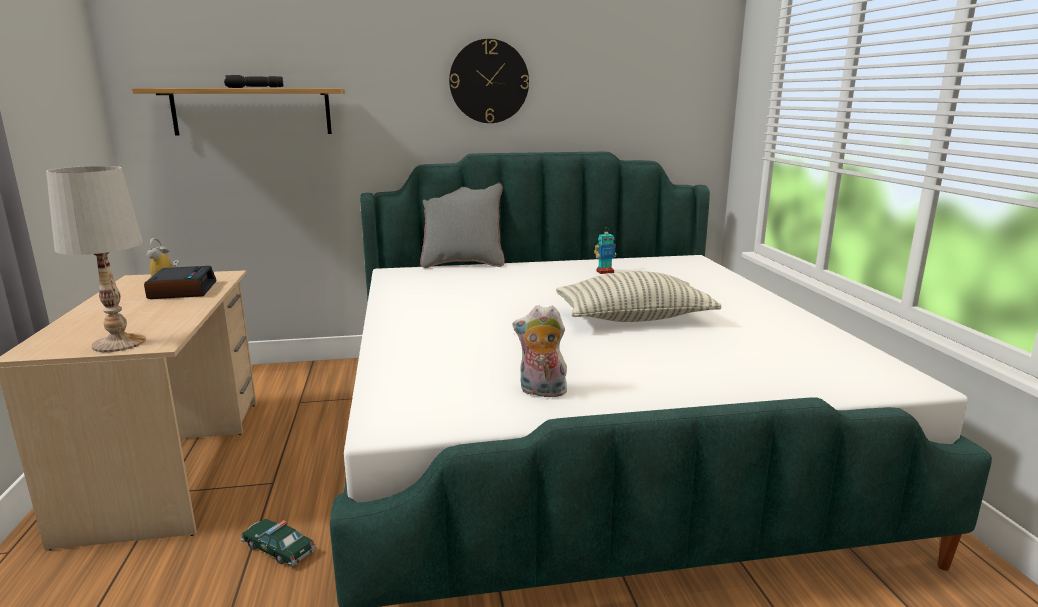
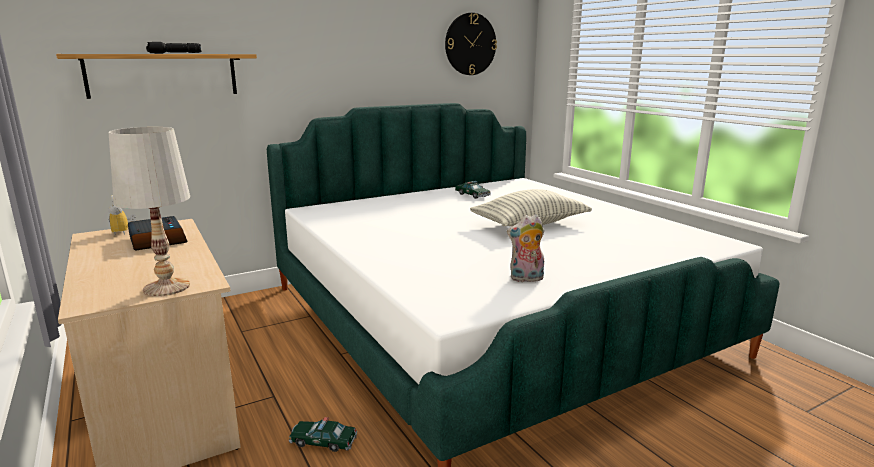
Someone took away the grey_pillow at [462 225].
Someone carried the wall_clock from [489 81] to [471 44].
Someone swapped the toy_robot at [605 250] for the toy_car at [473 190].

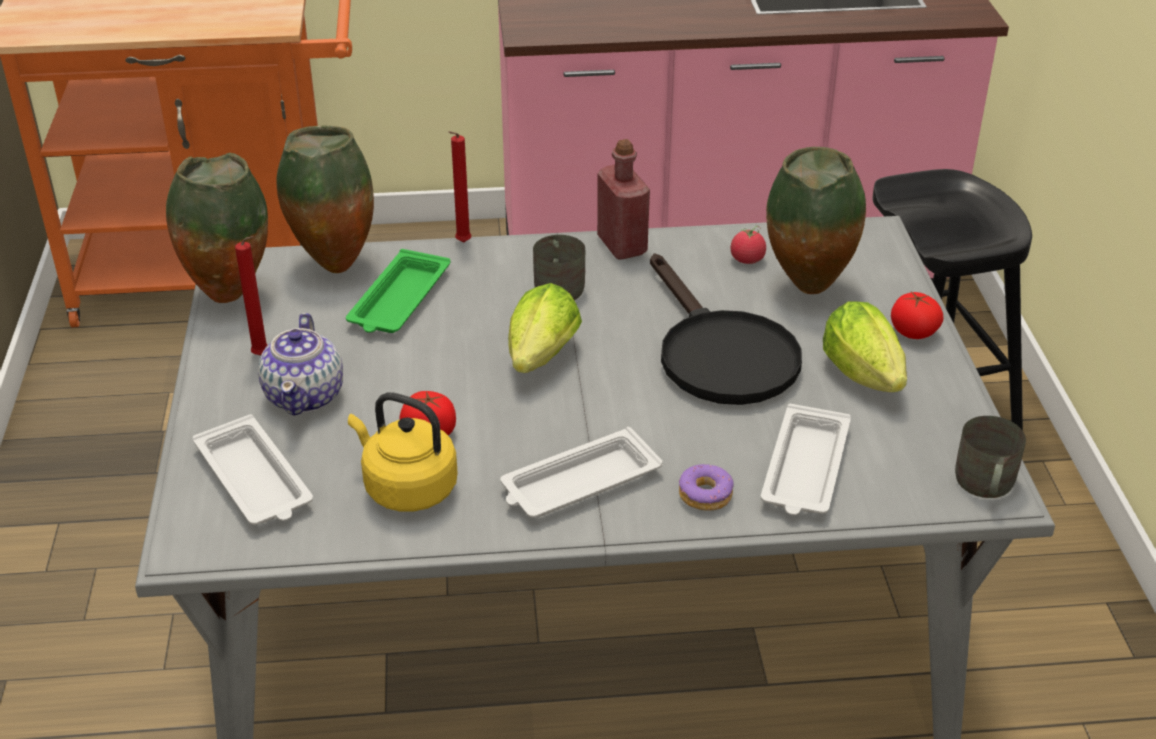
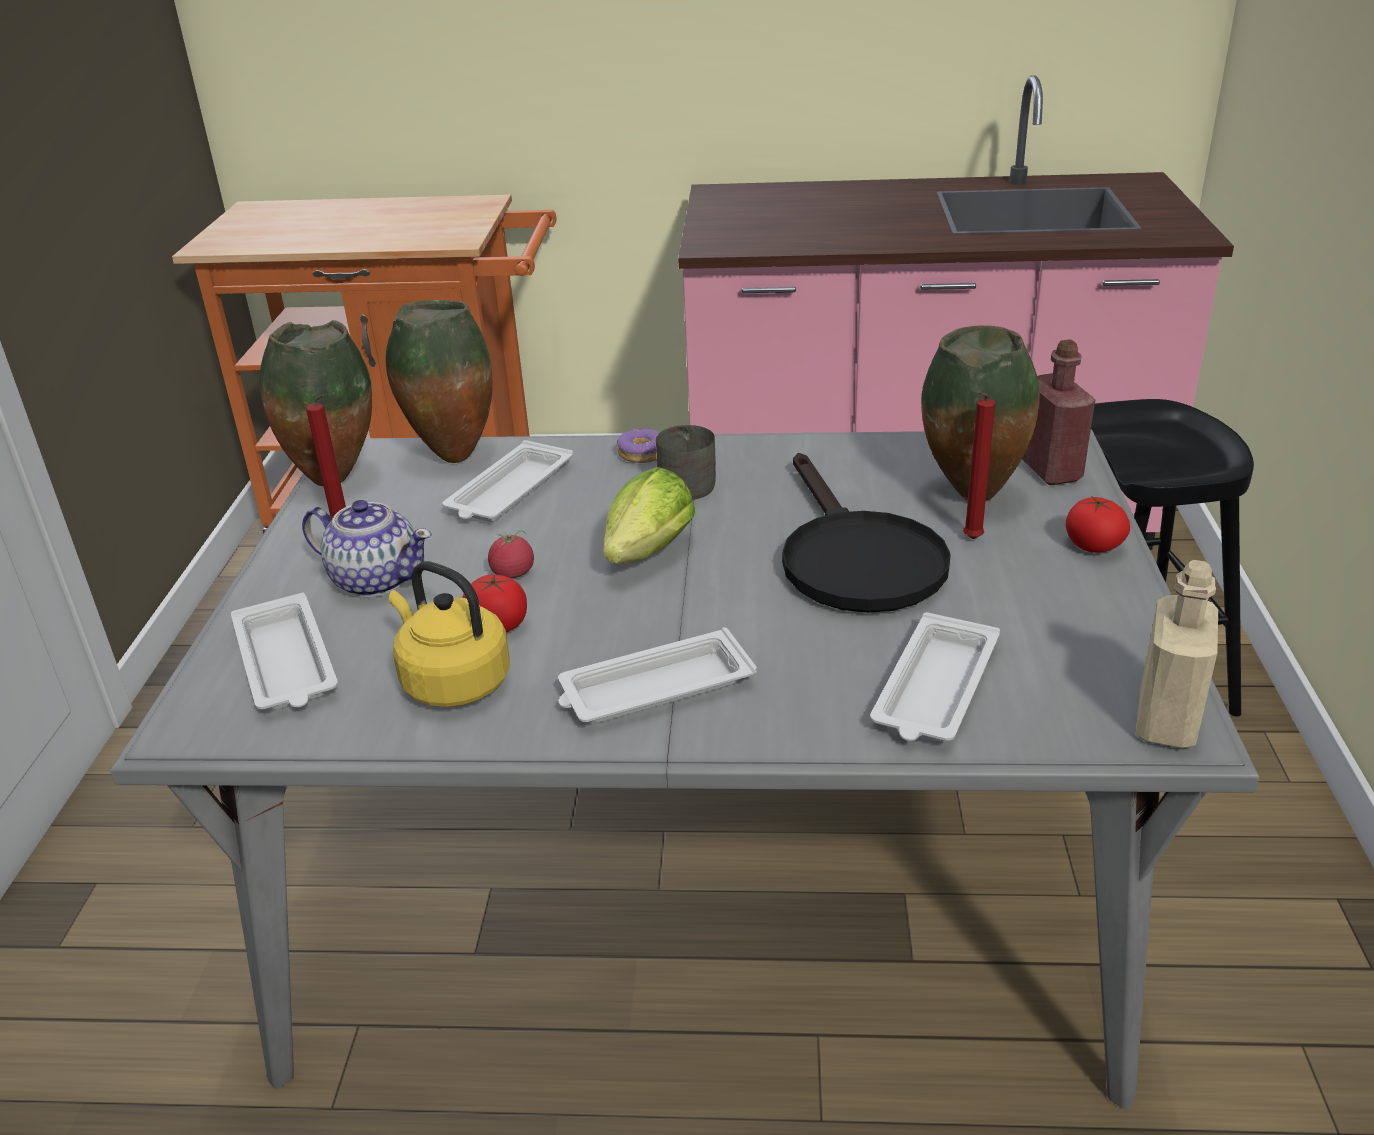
Someone took away the lettuce at [865 347].
Someone carried the red_candle from [459 186] to [979 465].
Someone carried the red_bottle from [623 199] to [1058 412].
Someone carried the donut from [706 487] to [638 445].
Someone carried the tomato from [748 245] to [511 554].
Someone swapped the grey_mug at [990 457] for the beige_bottle at [1177 654].
Someone repainted the green_tray at [398 291], which became the white_tray at [507 481].
Someone rotated the teapot at [300 364] by 75 degrees counterclockwise.

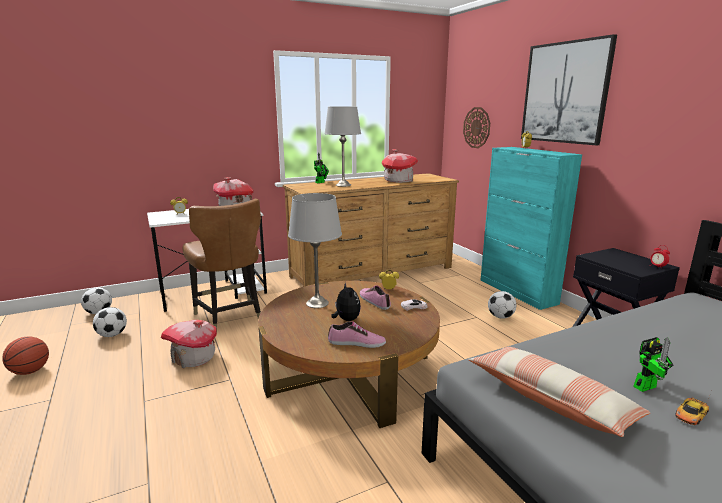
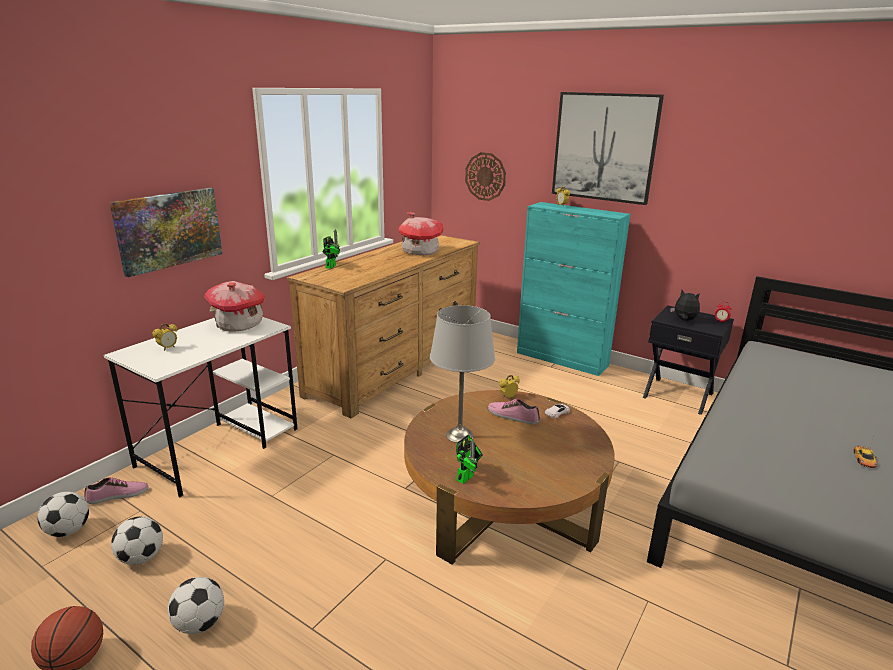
Someone took away the toy_house at [189 344].
Someone took away the brown_chair at [222 264].
Someone took away the grey_table_lamp at [342 147].
Someone took away the pillow at [560 392].
Someone put up the picture at [165 232].
Someone carried the shoe from [357 334] to [117 490].
Someone carried the plush_toy from [346 301] to [685 305].
Someone carried the football from [502 305] to [196 605].
Someone carried the toy_robot from [653 364] to [469 459].

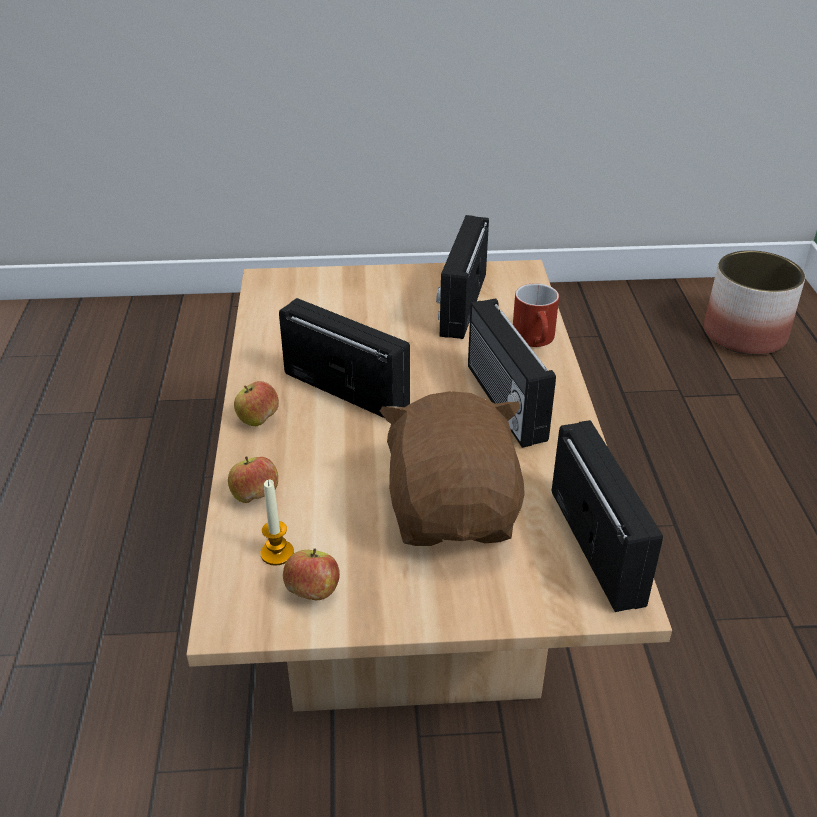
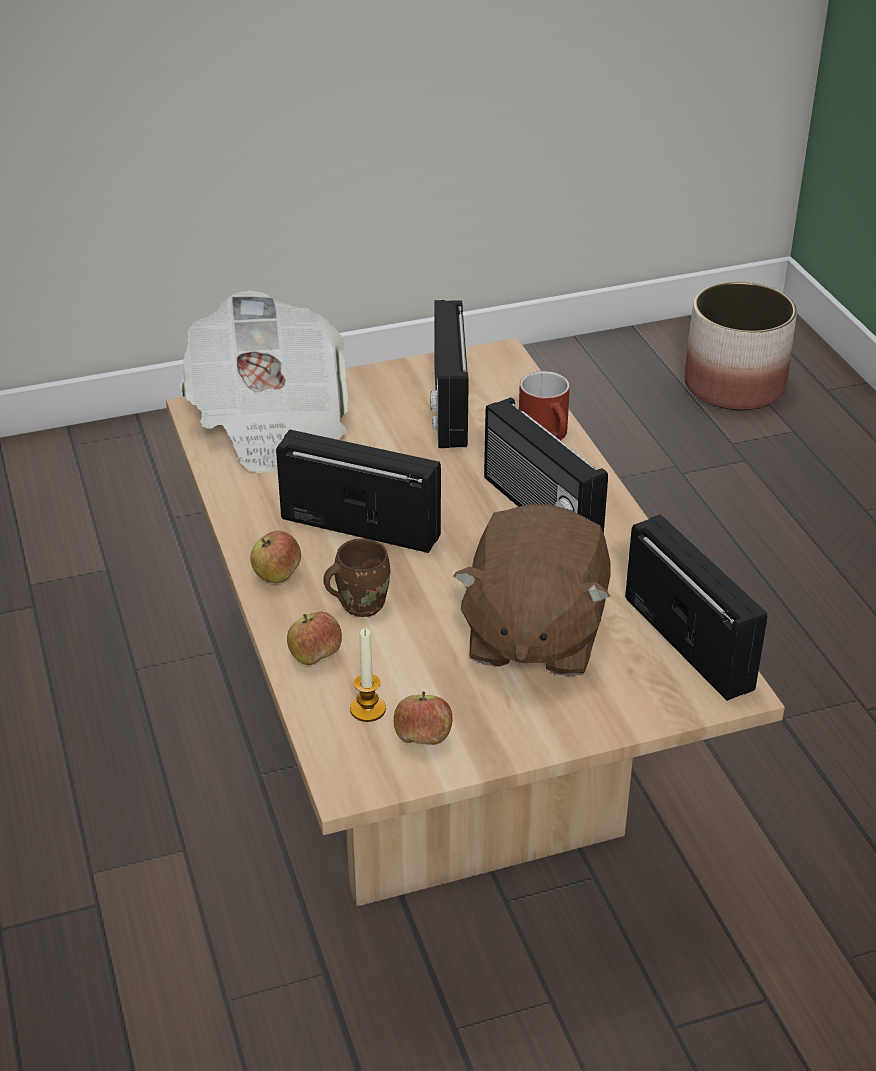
Someone put down the newspaper at [264 382].
Someone put down the brown_mug at [356 577].
Someone rotated the brown_plush_toy at [452 468] by 150 degrees counterclockwise.

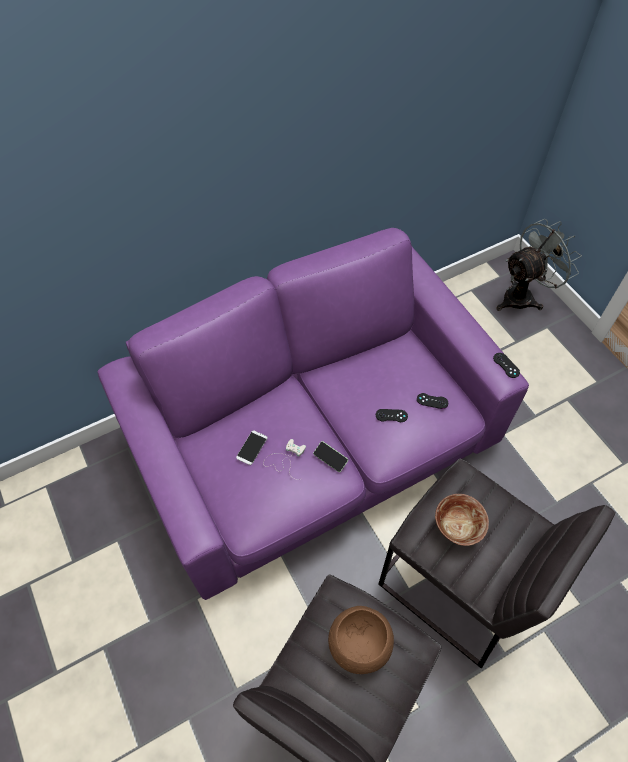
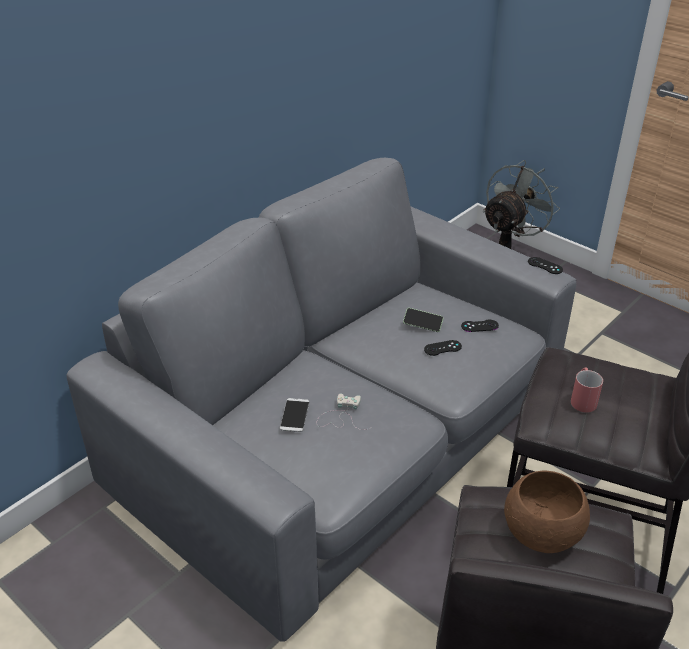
Someone carried the phone from [330 456] to [423 320].
Someone swapped the bowl at [462 520] for the red_mug at [587 390].
Someone repainted the purple_sofa at [313 414], which became the grey_sofa at [321 400].

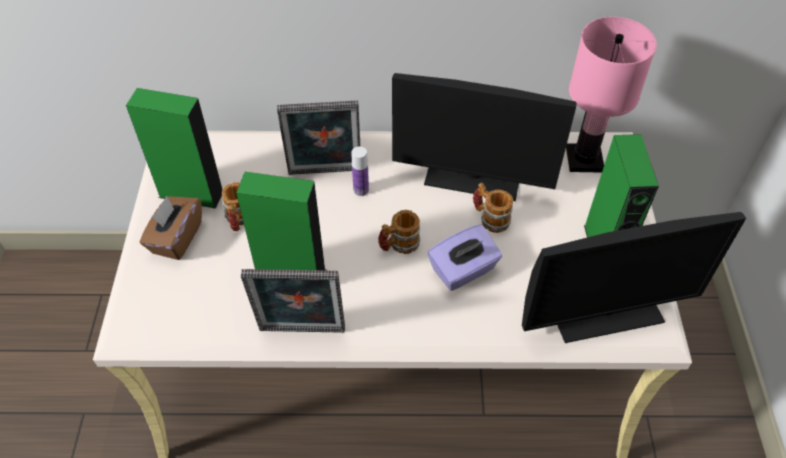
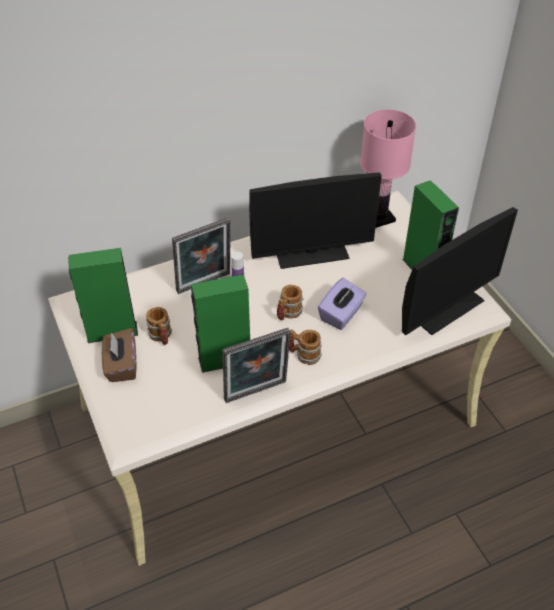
Someone carried the mug from [493 208] to [305 347].

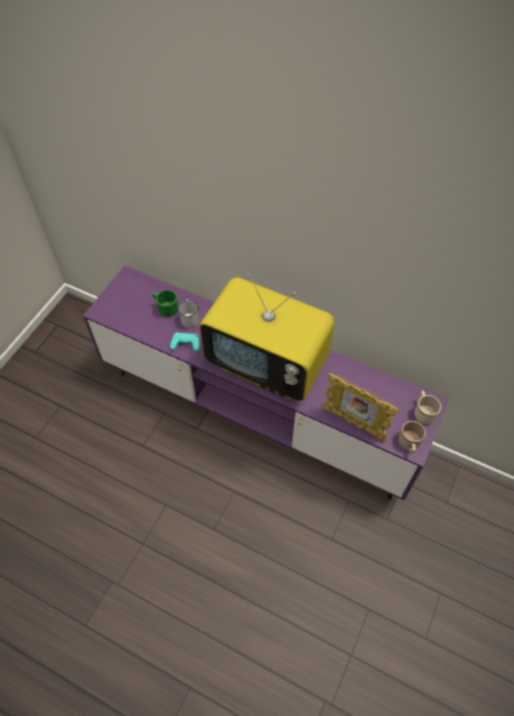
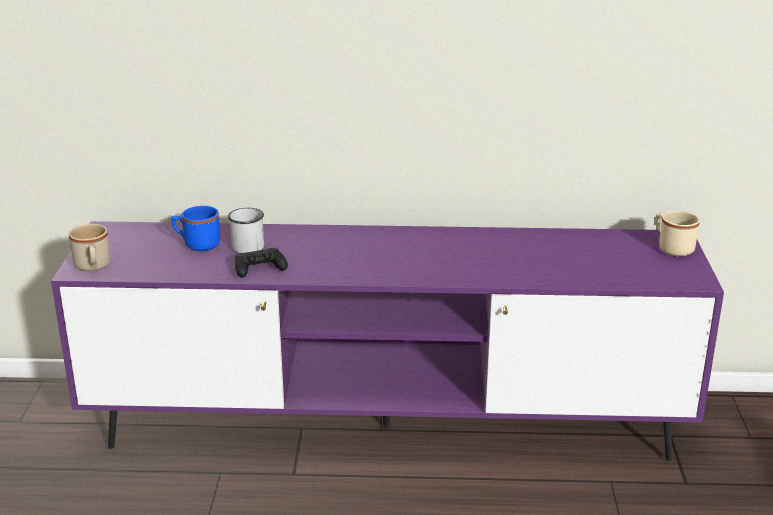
Someone took away the television at [267 337].
Someone took away the picture_frame at [360 407].
Someone carried the beige_mug from [412 437] to [89 247].
Someone repainted the green_mug at [165 303], which became the blue_mug at [196 228].
Someone repainted the turquoise_game_controller at [185 341], which became the black_game_controller at [261 262].

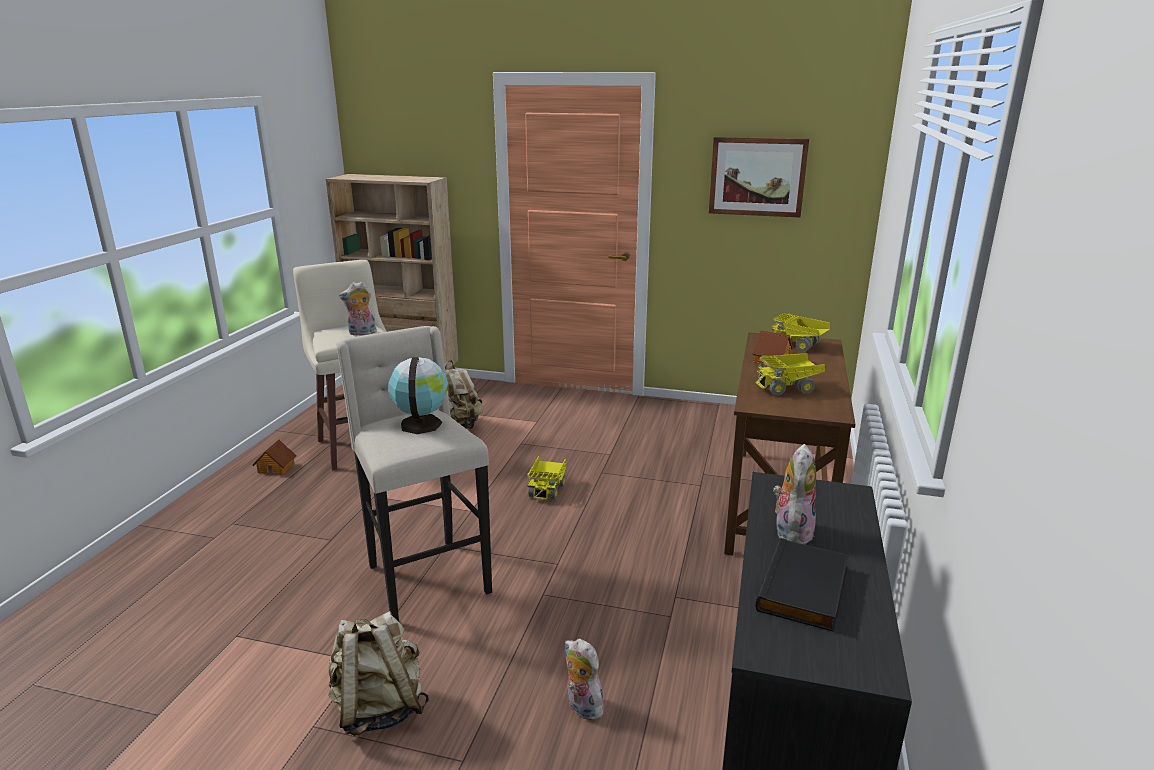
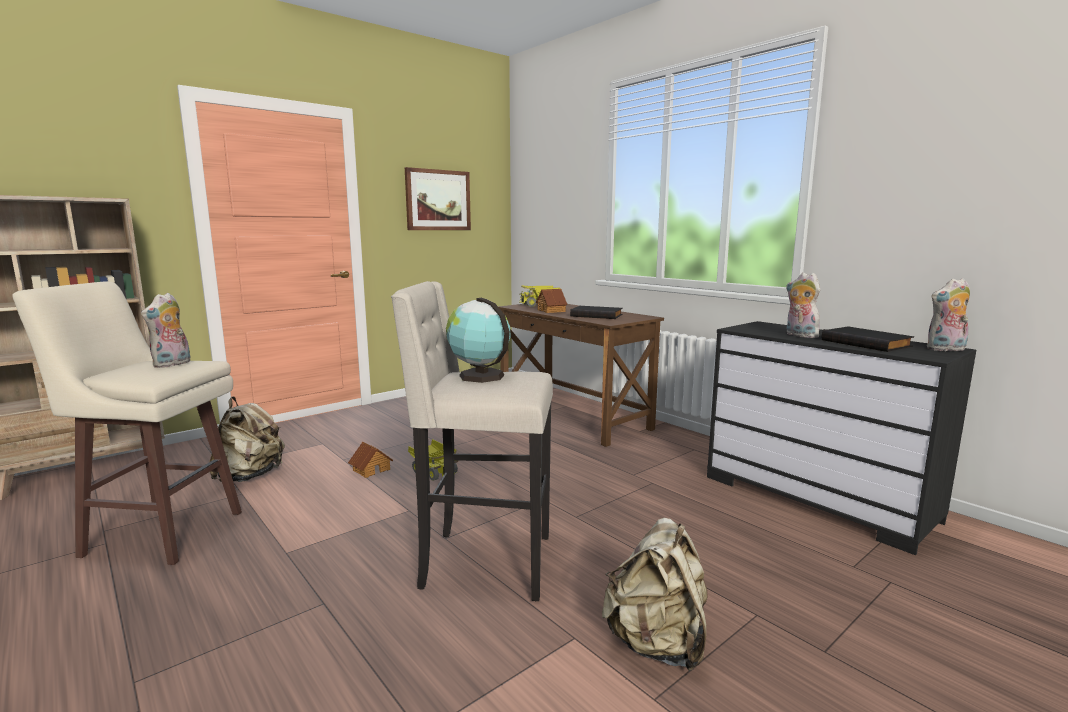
Someone carried the toy_house from [275 457] to [370 459].
Someone carried the plush_toy from [584 679] to [948 314].
Someone swapped the toy_truck at [790 374] for the black_book at [596 312].

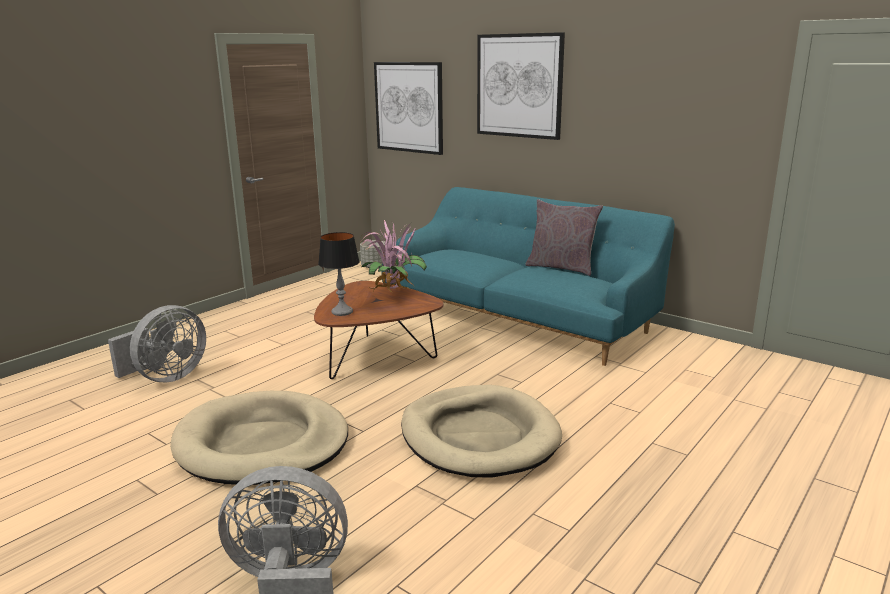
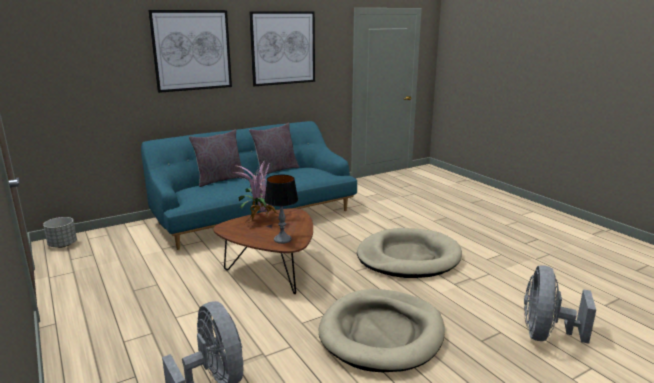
Someone put down the grey_pillow at [217 158].
Someone carried the picture from [408 108] to [282 48].

